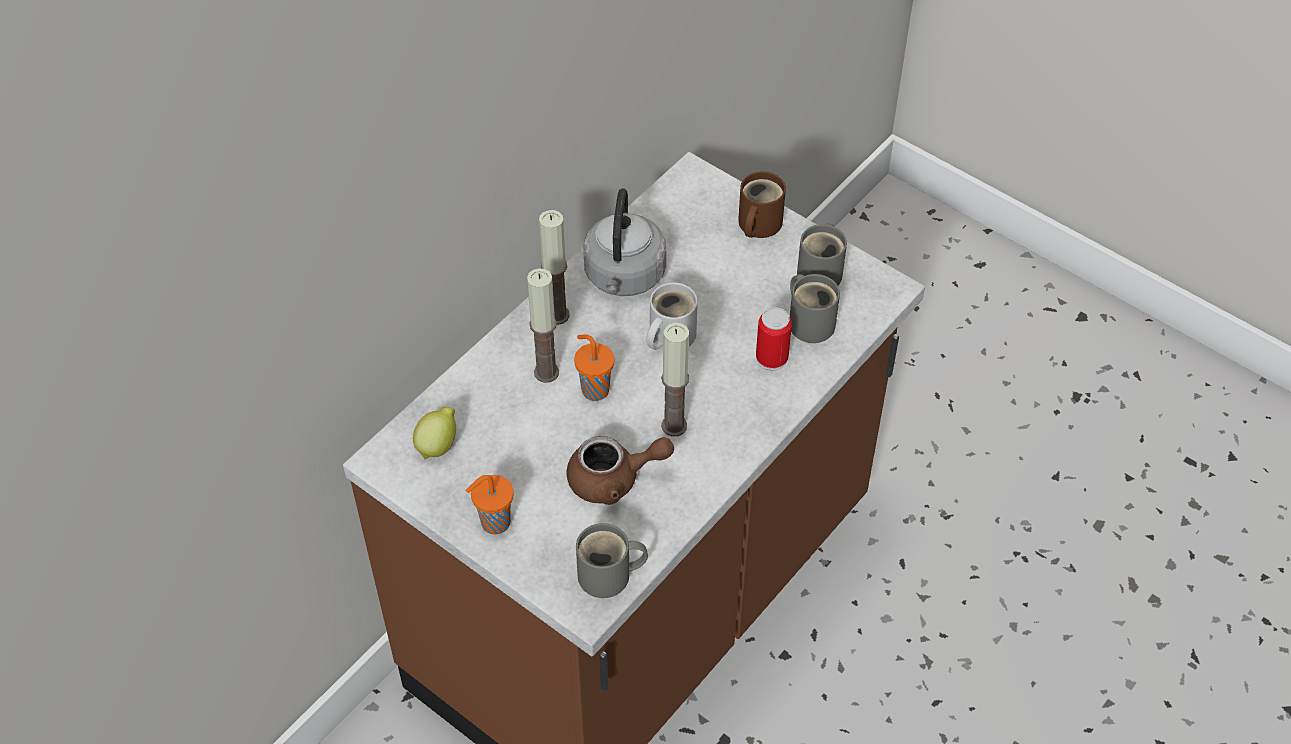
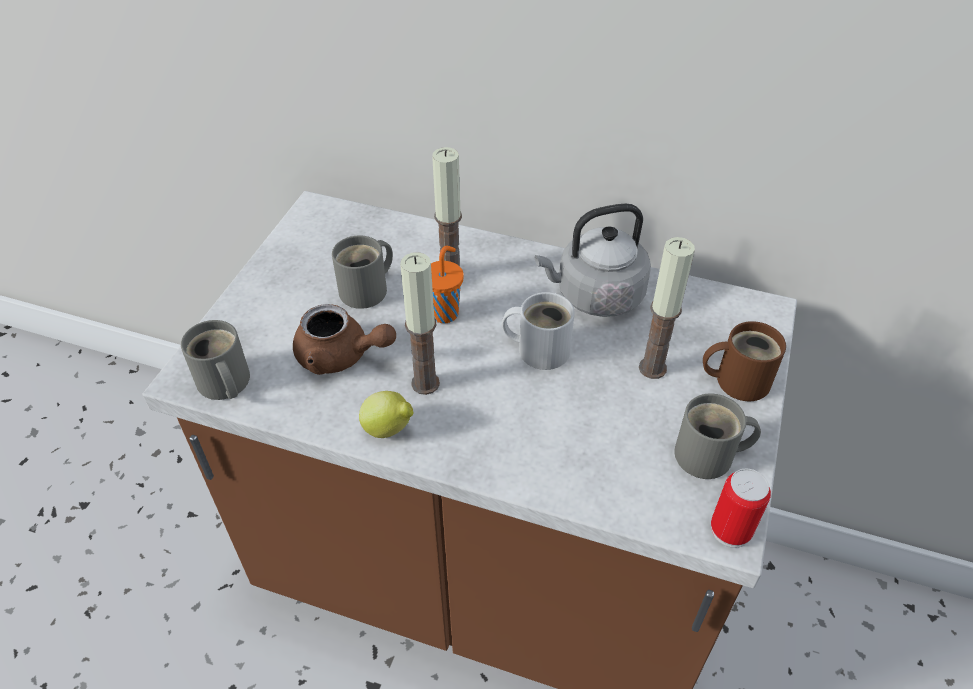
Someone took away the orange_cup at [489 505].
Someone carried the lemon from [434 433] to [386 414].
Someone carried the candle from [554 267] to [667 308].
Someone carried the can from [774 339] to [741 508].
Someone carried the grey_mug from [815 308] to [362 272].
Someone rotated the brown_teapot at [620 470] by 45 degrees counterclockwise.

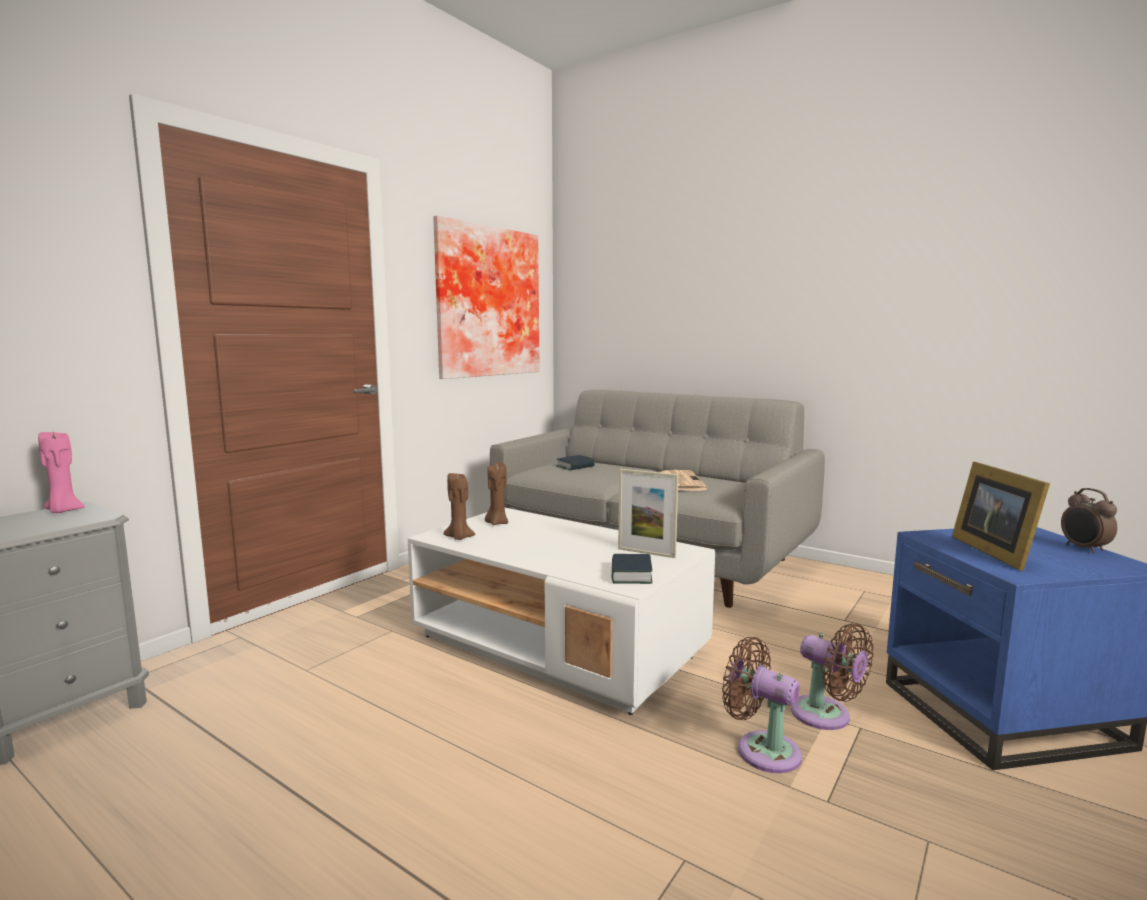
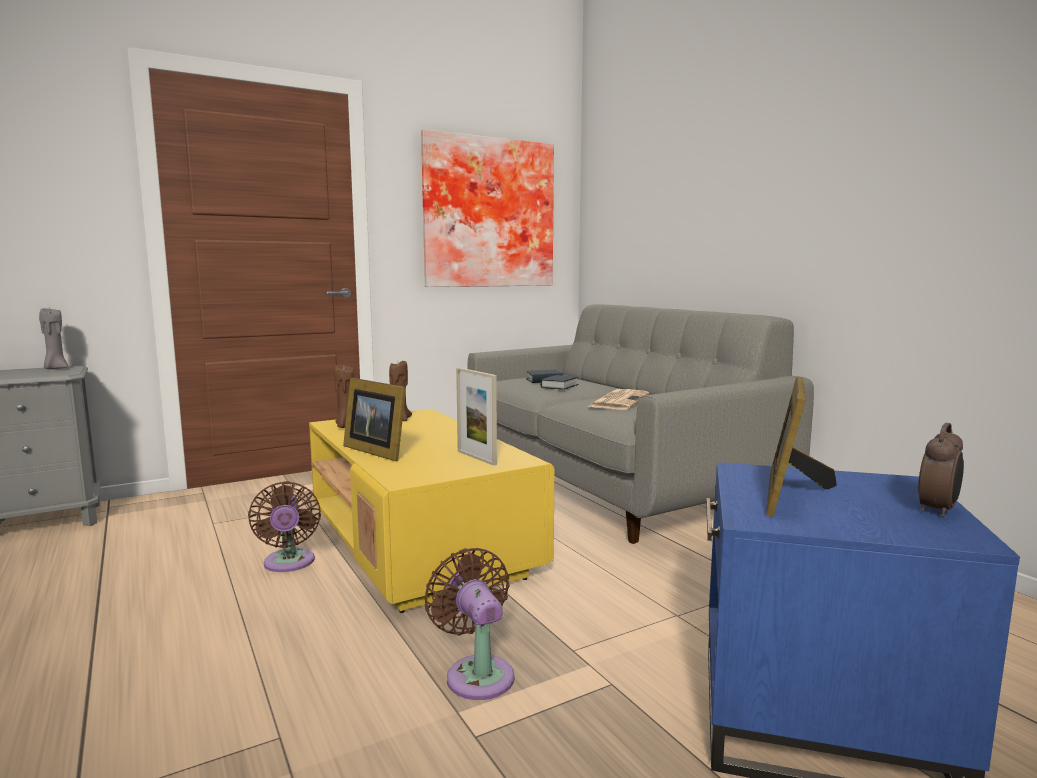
Someone put down the picture_frame at [374 419].
Someone carried the book from [632 569] to [559 382].
Someone carried the brown_fan from [832 676] to [284 526].
Someone repainted the pink_candle at [61 472], which became the grey_candle at [53 338].
Someone repainted the white_coffee_table at [561 611], which became the yellow_coffee_table at [432 511].
Someone rotated the alarm_clock at [1089 521] by 150 degrees counterclockwise.

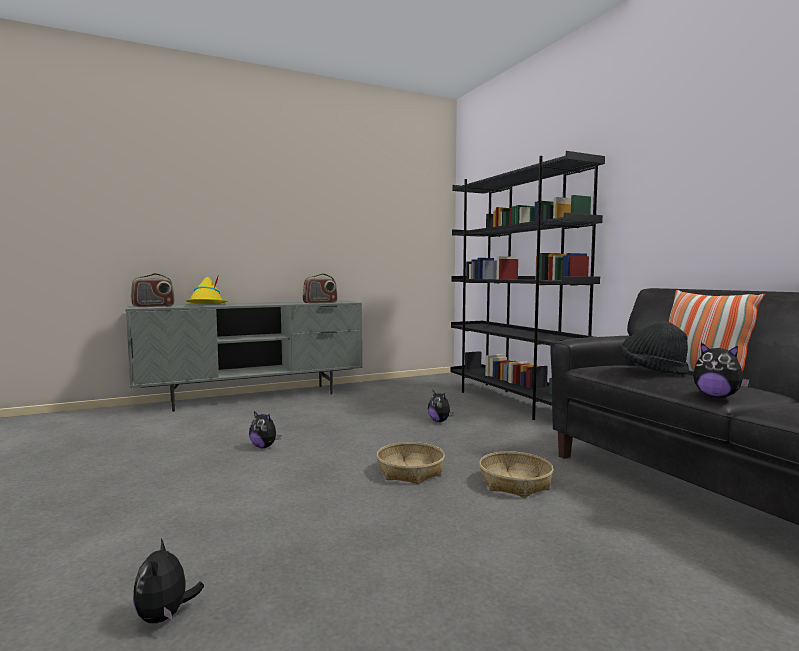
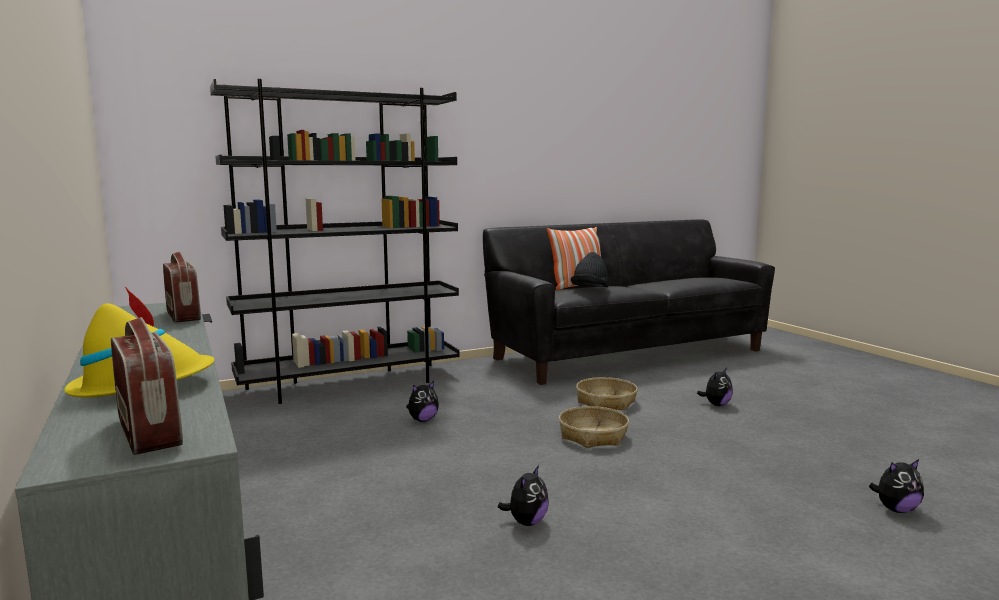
Someone carried the plush_toy from [721 370] to [715 386].

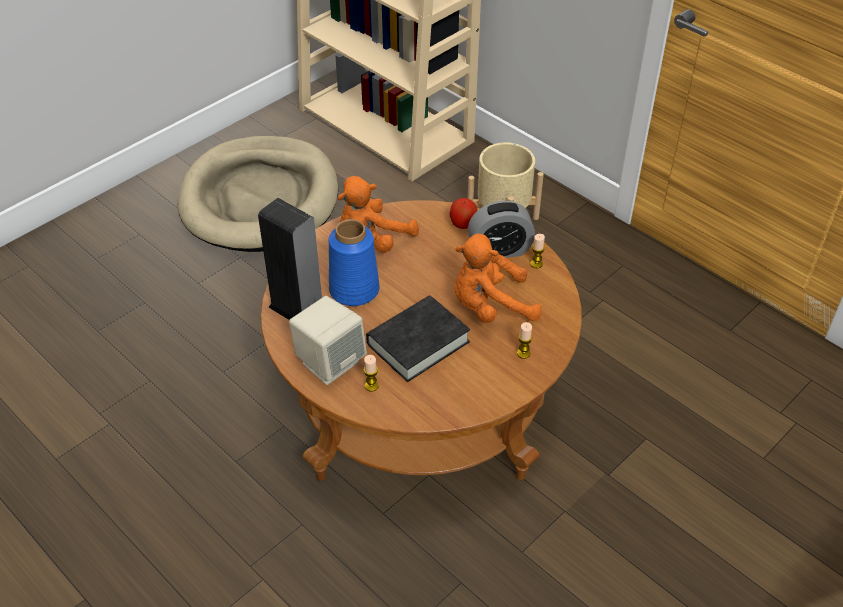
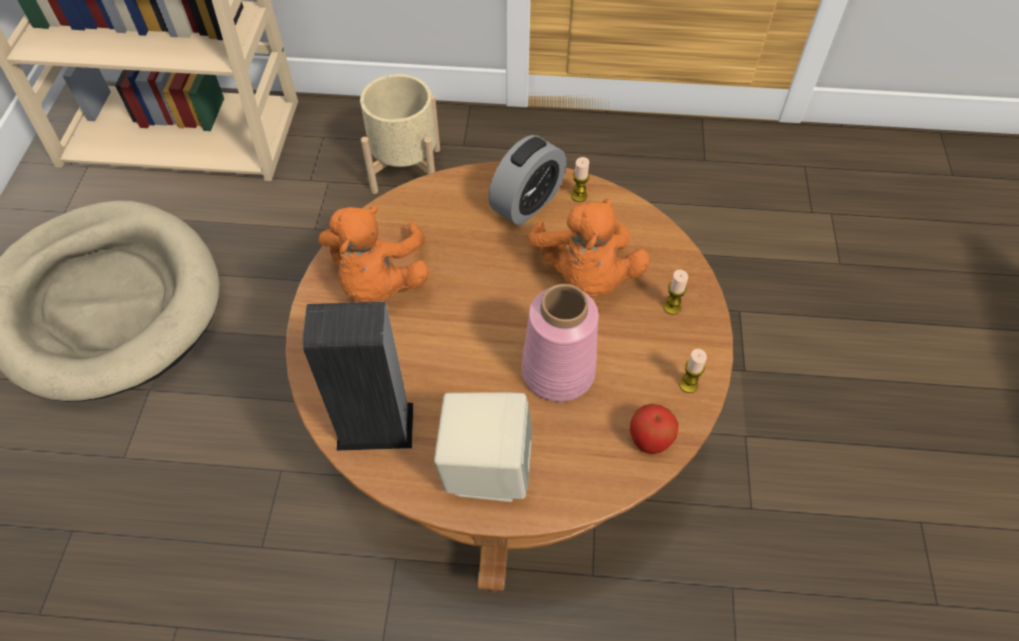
Someone took away the blue_vase at [354 262].
Someone carried the candle from [371 373] to [693 371].
Someone carried the apple from [463 213] to [654 429].
Someone swapped the black_book at [418 339] for the pink_vase at [560 343].
Someone rotated the orange_plush_toy at [498 278] by 45 degrees counterclockwise.

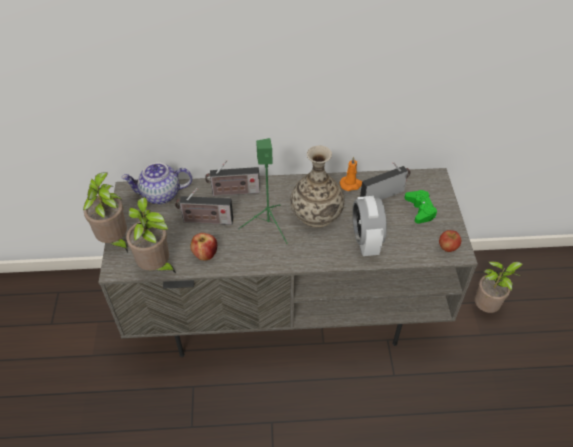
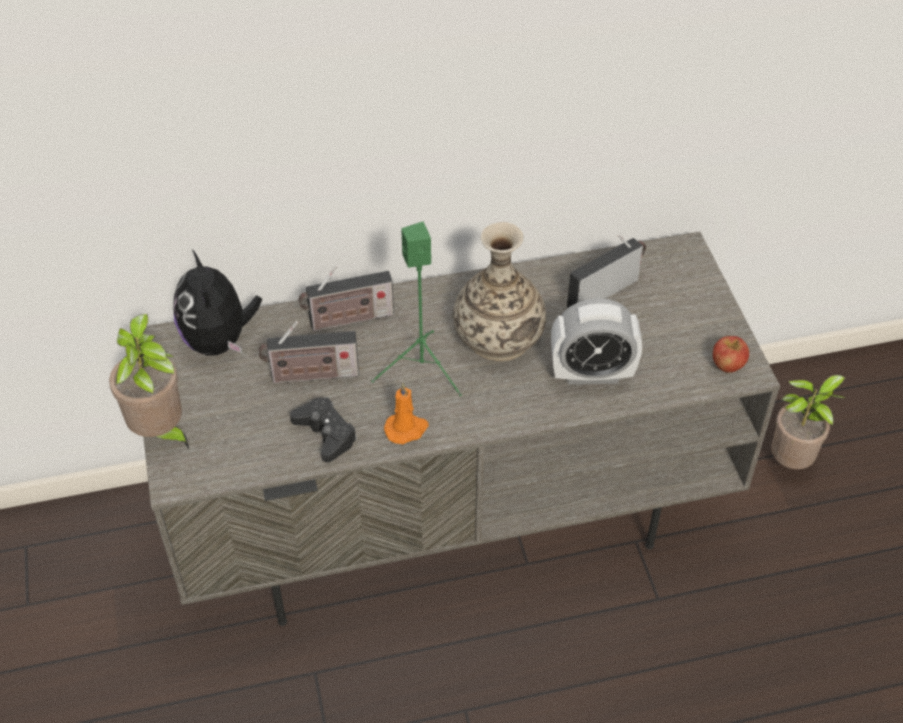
Someone took away the potted_plant at [151 235].
Someone took away the green_game_controller at [420 207].
Someone carried the orange_candle from [351 174] to [406 413].
Someone swapped the teapot at [156 183] for the plush_toy at [217 303].
Someone swapped the apple at [203 246] for the black_game_controller at [323 429].
Someone rotated the alarm_clock at [370 226] by 75 degrees counterclockwise.

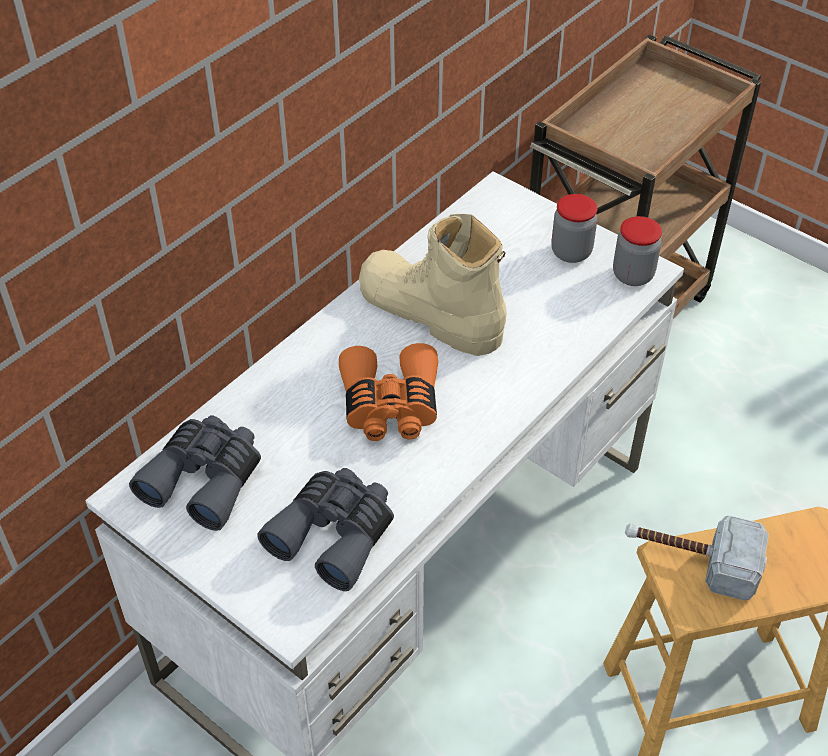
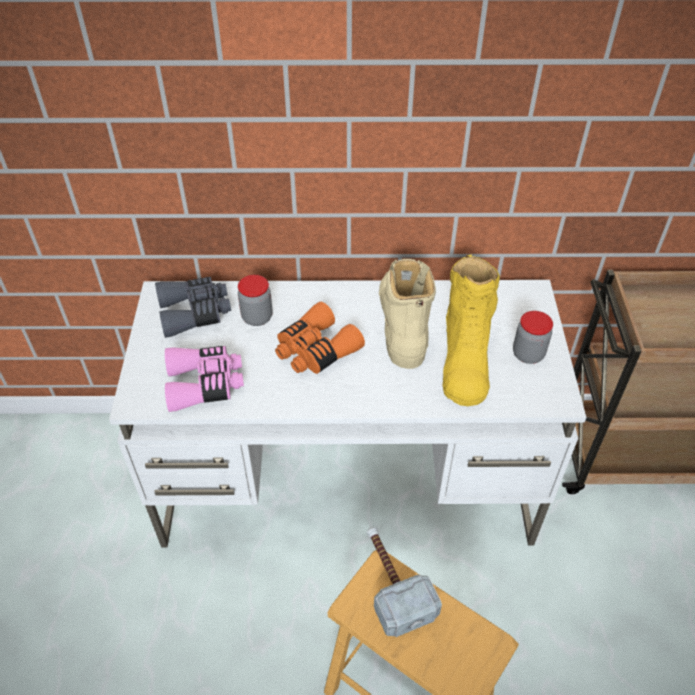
Someone put down the yellow_boot at [471 330].
Someone carried the jar from [637 251] to [255 300].
Someone repainted the grey_binoculars at [325 529], which became the pink_binoculars at [204 379].

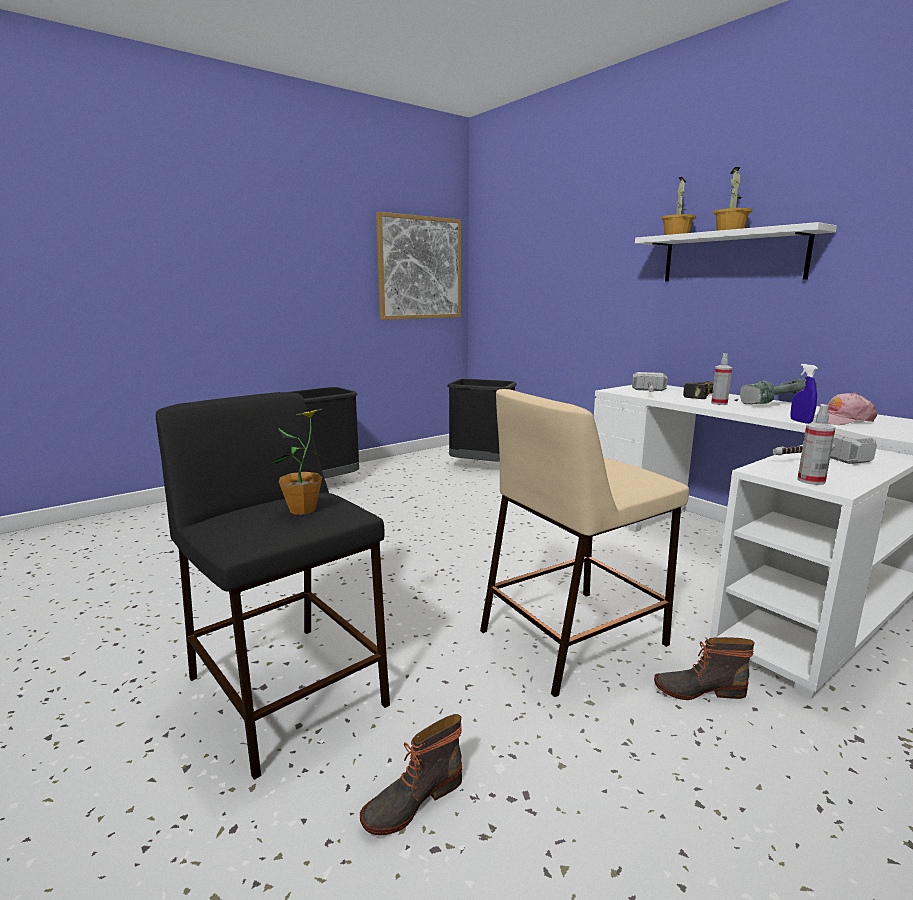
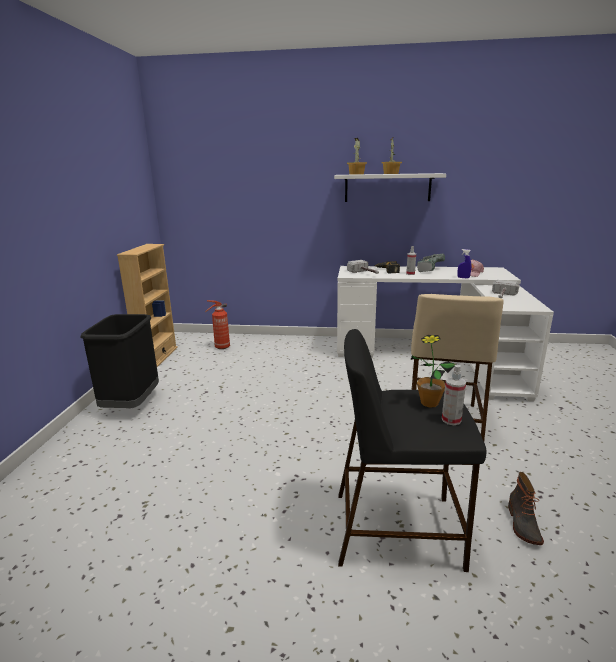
Someone took away the picture at [418 266].
Someone took away the boot at [704 668].
Someone put down the beige_bookcase at [147 305].
Someone carried the spray_bottle from [816 444] to [454 395].
Someone swapped the black_trash_can at [482 420] for the fire_extinguisher at [217 324].

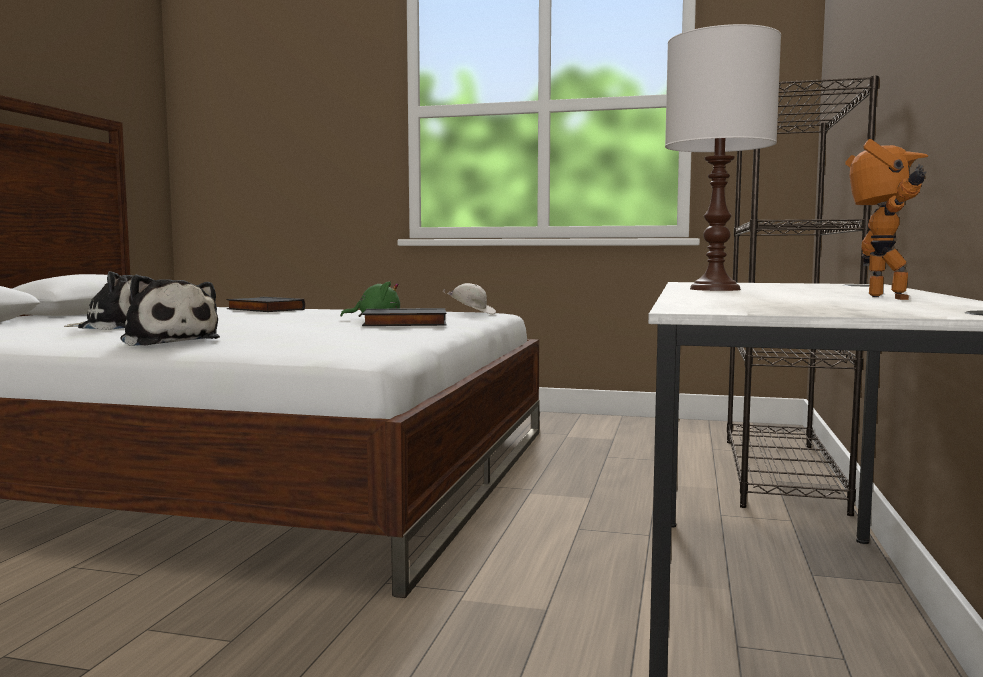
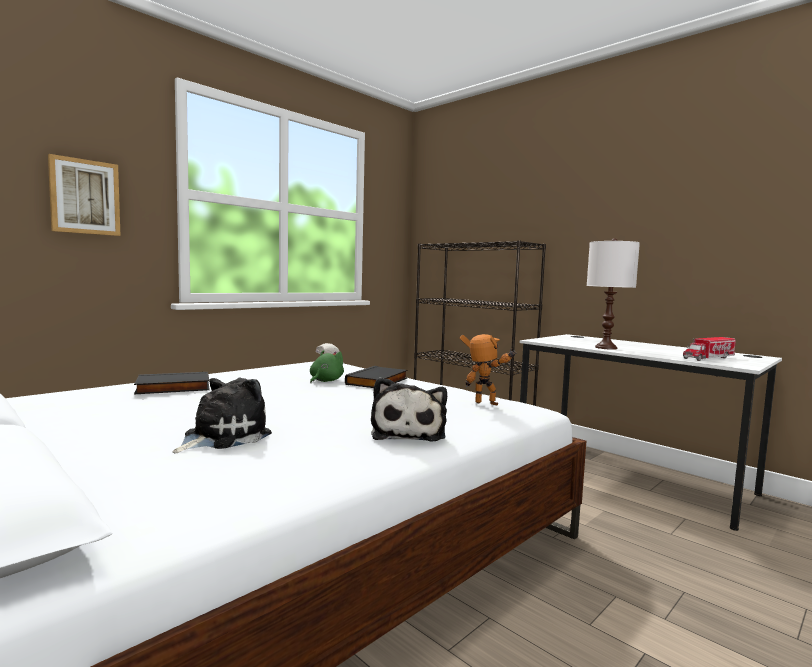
Someone put up the picture at [84 195].
Someone put down the toy_truck at [709 349].
Someone carried the toy_robot from [886 219] to [488 369].
Someone rotated the plush_toy at [170 310] by 105 degrees clockwise.

